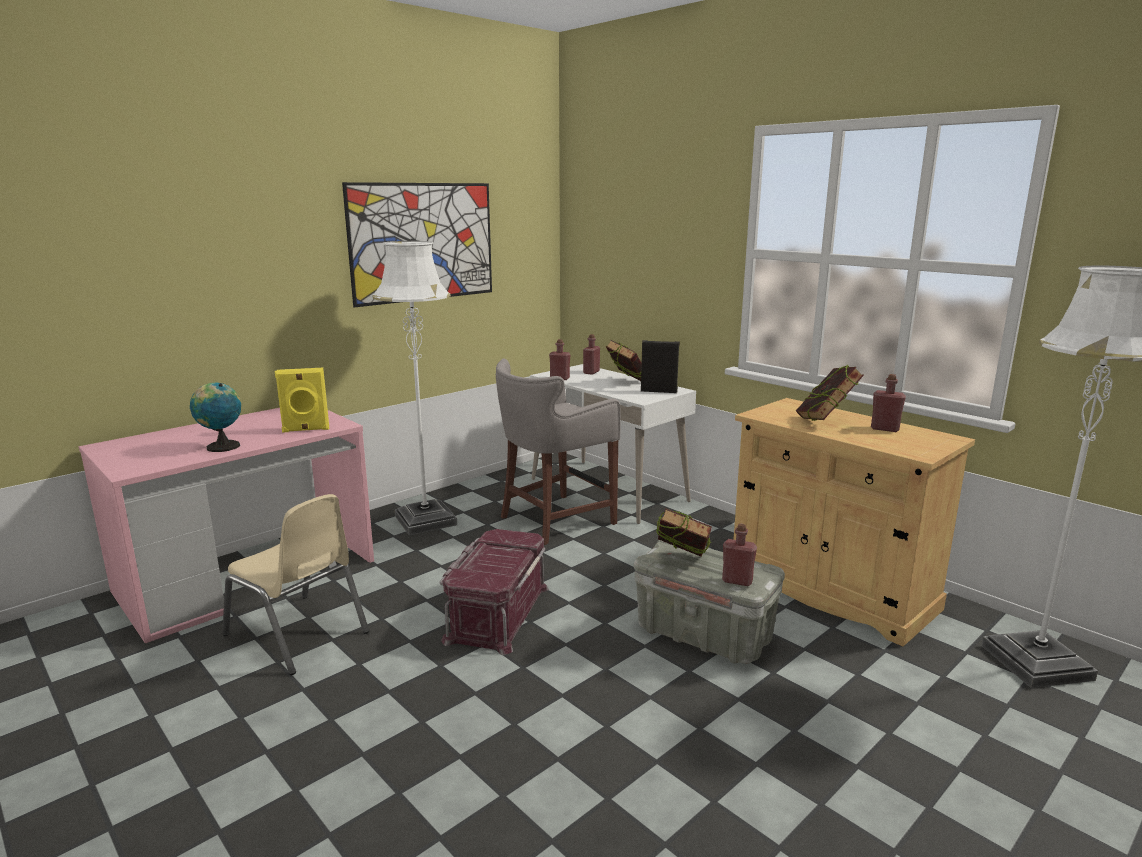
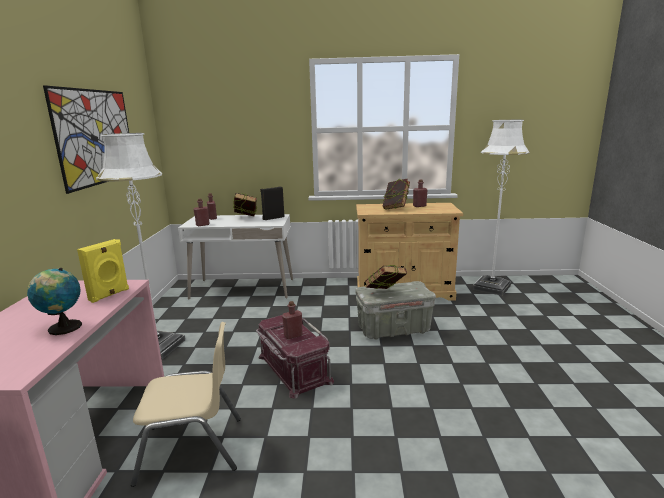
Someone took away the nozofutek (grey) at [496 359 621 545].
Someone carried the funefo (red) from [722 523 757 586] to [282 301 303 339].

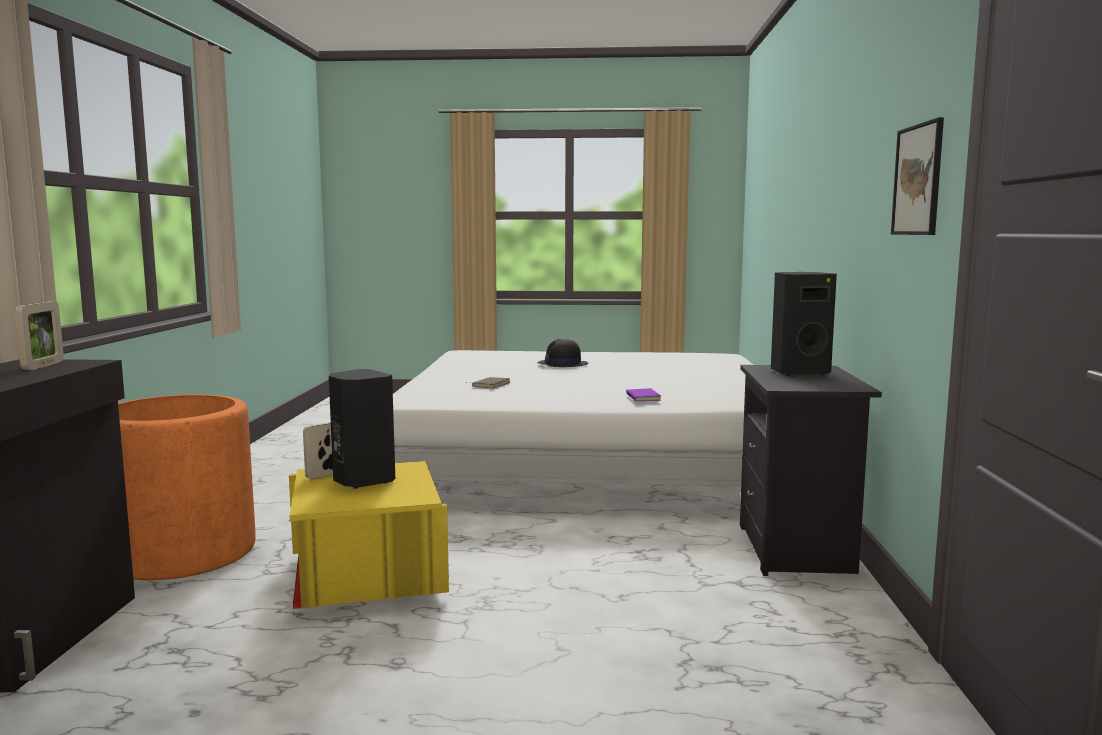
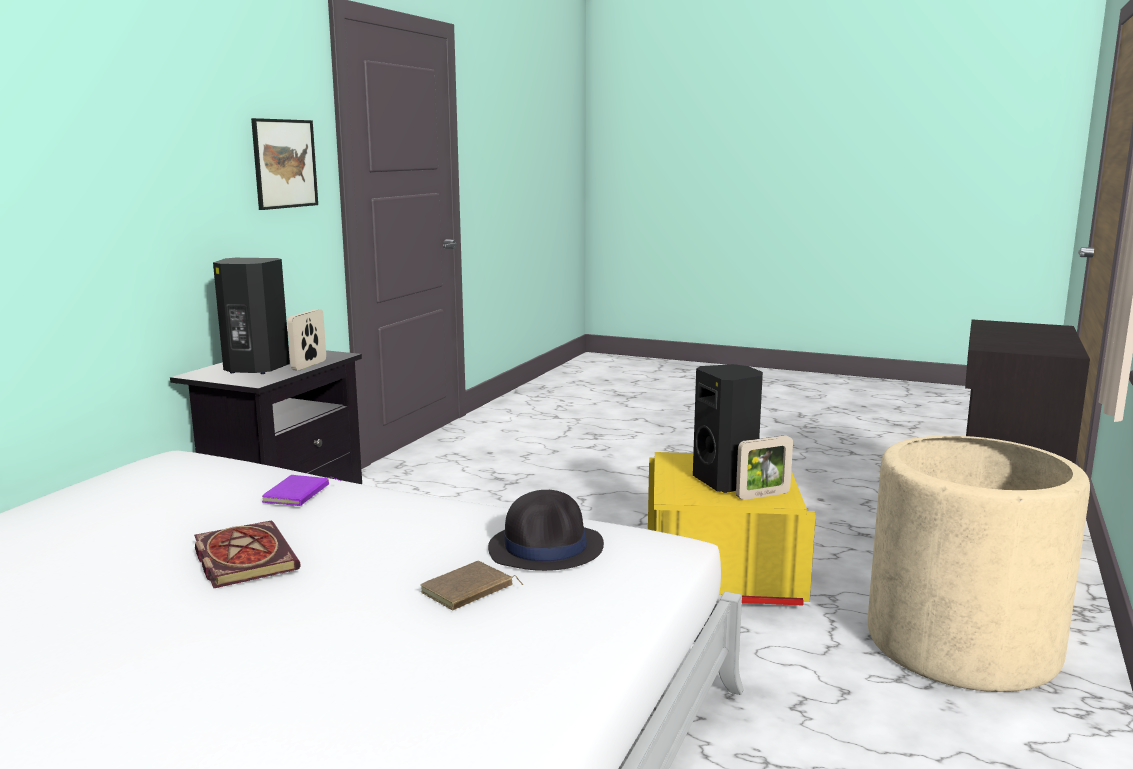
Someone put down the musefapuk at [194 520 300 588].
Someone carried the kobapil from [15 301 64 370] to [287 309 326 371].
Someone carried the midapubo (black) from [537 339 588 367] to [488 490 604 571].
Someone repainted the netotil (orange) at [118 395 256 580], which became the netotil (beige) at [868 436 1090 692].

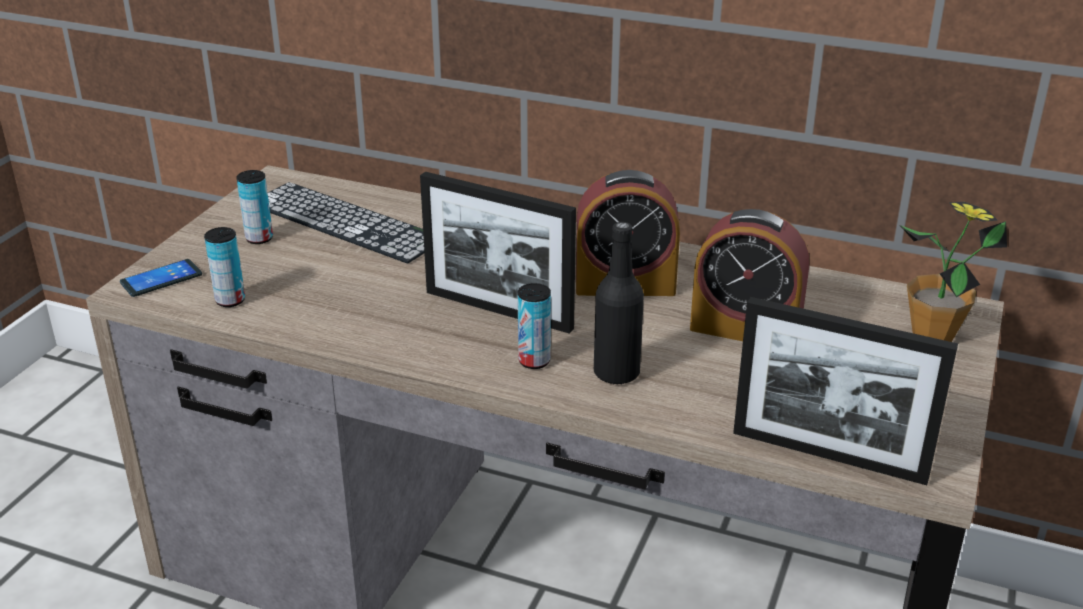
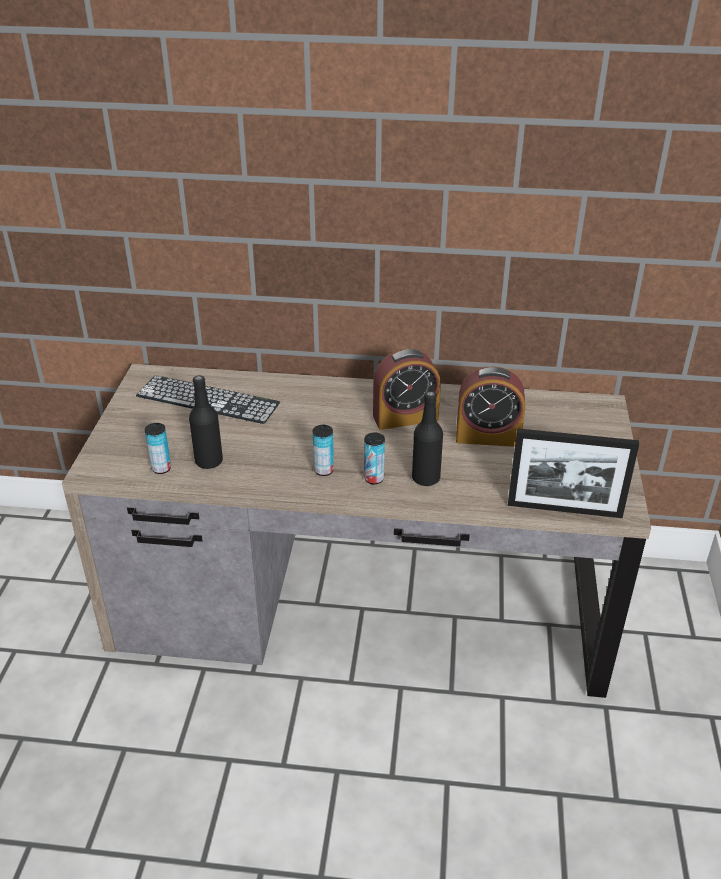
Someone took away the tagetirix at [120 259 202 297].
Someone took away the kobapil at [420 172 576 334].
Someone took away the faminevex at [900 202 1007 342].
Someone put down the funefo (black) at [189 375 223 469].
Someone carried the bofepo from [236 170 273 244] to [313 425 334 476].

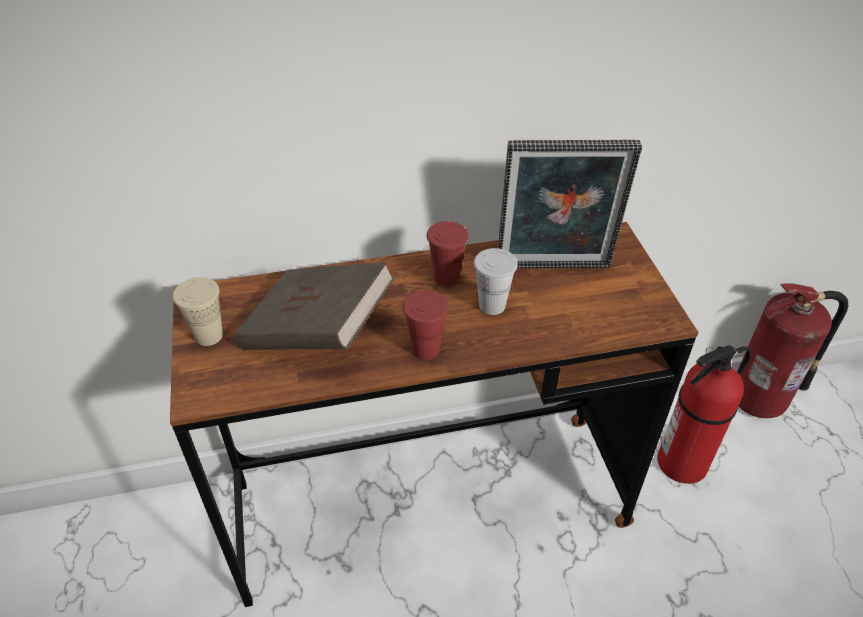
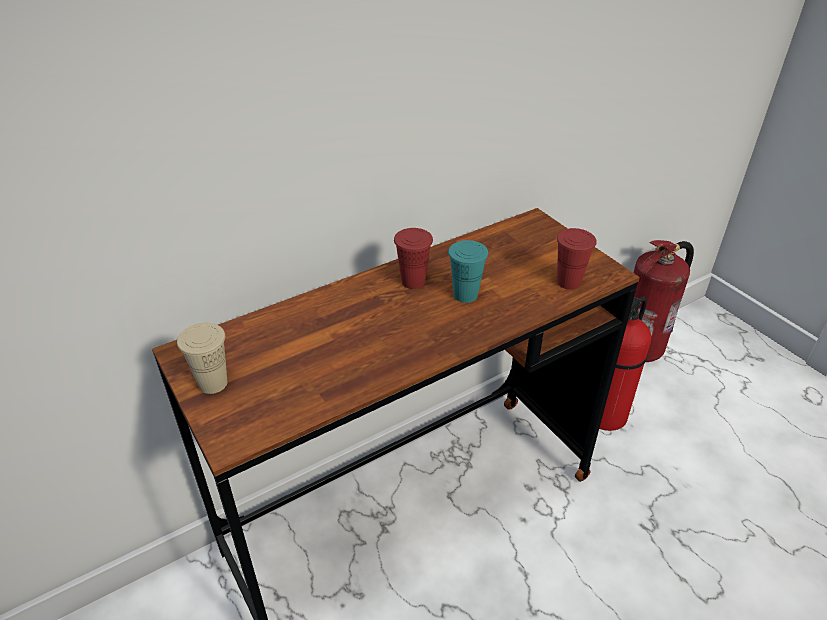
Someone took away the musefapuk (brown) at [234 262 395 350].
Someone took away the kobapil at [498 140 642 269].
Someone carried the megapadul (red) from [403 290 449 360] to [557 228 597 290].
Someone repainted the megapadul (white) at [474 248 518 315], which became the megapadul (turquoise) at [448 240 488 303].

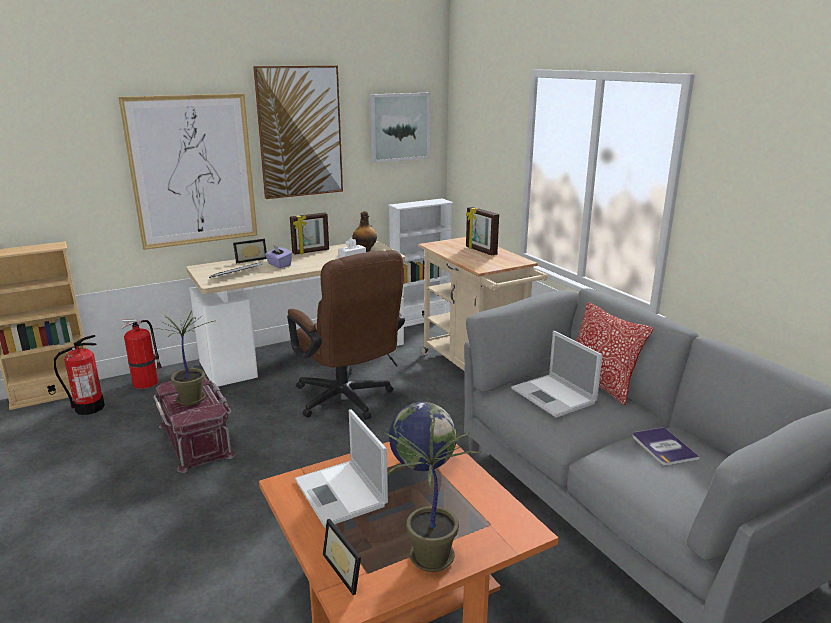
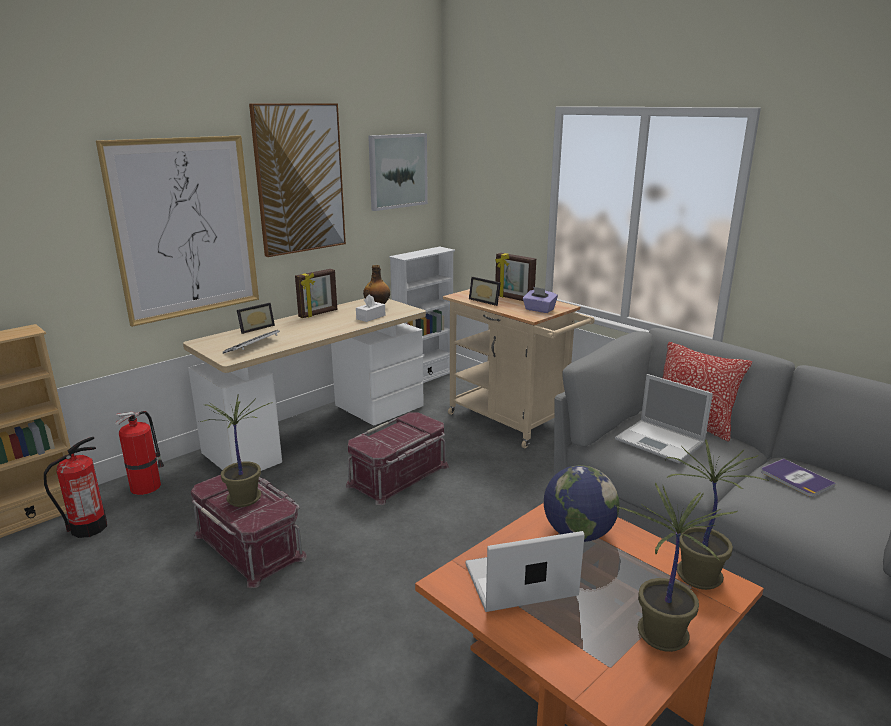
Someone put down the faminevex at [665 439 769 590].
Someone carried the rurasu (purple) from [265 245 292 268] to [523 287 558 313].
Someone carried the kobapil from [323 519 361 595] to [469 277 501 306].
Someone swapped the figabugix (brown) at [287 250 405 420] for the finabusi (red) at [346 412 449 505].
Someone rotated the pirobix at [295 410 388 528] by 120 degrees clockwise.

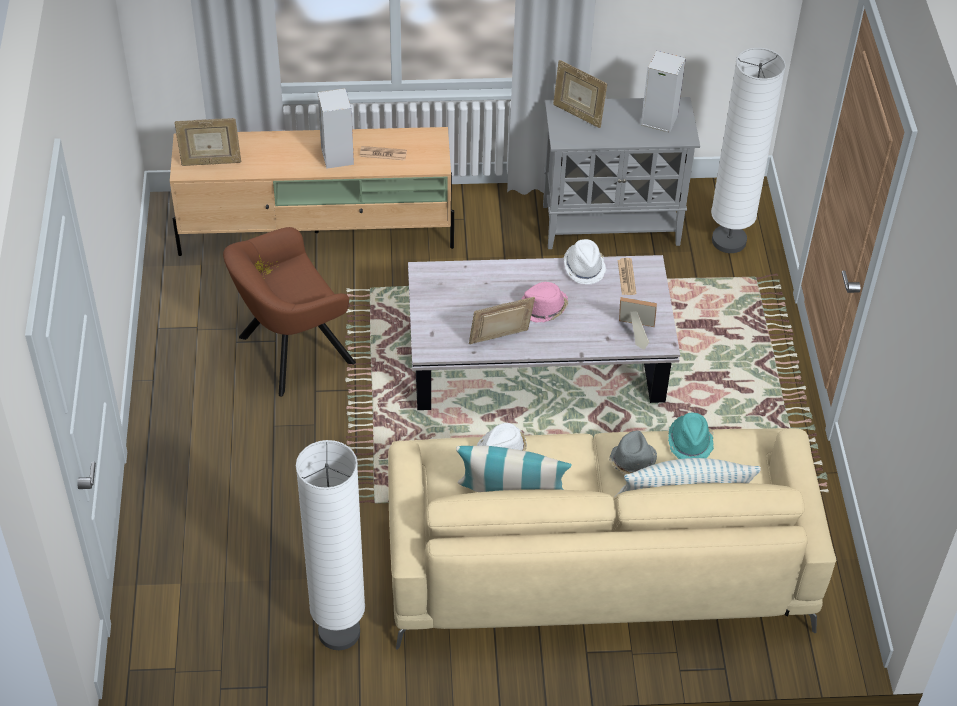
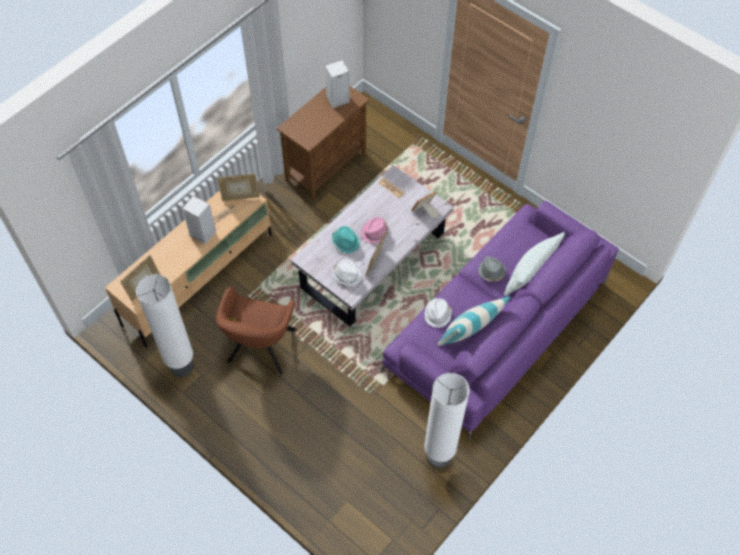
Someone carried the kobapil from [553 60 607 128] to [217 174 260 201].
Someone carried the midapubo (white) from [564 239 607 284] to [332 260 361 287].
Someone carried the midapubo (turquoise) from [668 413 714 459] to [332 226 360 253].
Someone carried the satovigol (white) from [711 48 786 253] to [136 274 194 377].
Someone repainted the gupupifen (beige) at [388 428 837 650], which became the gupupifen (purple) at [381 201 619 441].
Someone repainted the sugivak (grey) at [543 97 700 249], which became the sugivak (brown) at [276 86 370 201].

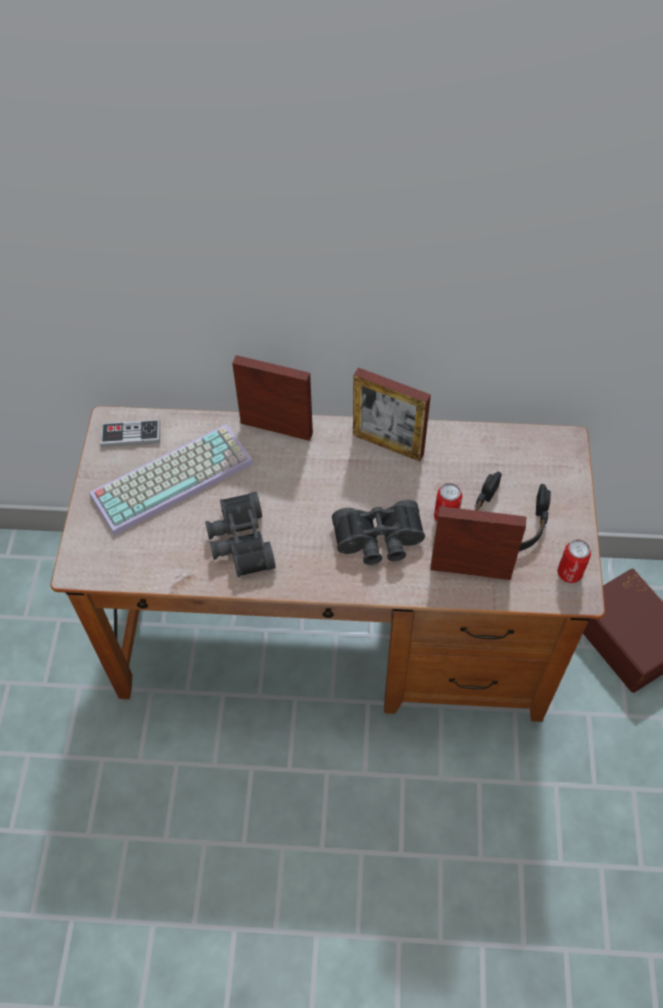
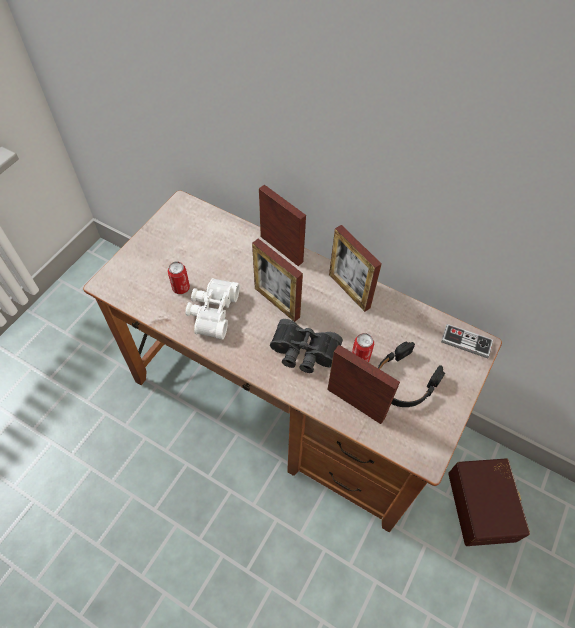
Someone took away the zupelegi at [89 424 254 536].
Someone put down the kobapil at [252 238 303 322].
Someone carried the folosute from [100 420 160 447] to [441 324 493 358].
Someone carried the bofepo from [557 539 591 583] to [167 262 190 294].
Someone repainted the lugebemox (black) at [205 492 276 577], which became the lugebemox (white) at [186 278 240 340].

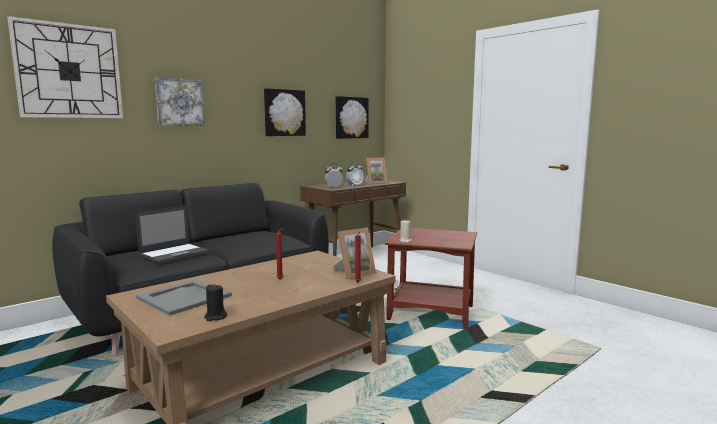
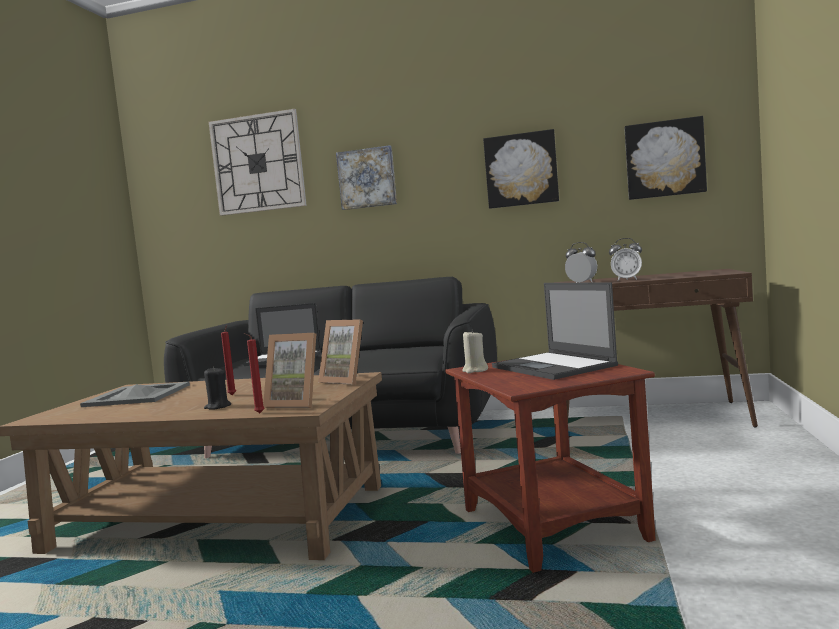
Someone put down the pirobix at [492 282 618 380].
Someone carried the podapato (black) from [204 284 227 321] to [204 367 231 410].
Someone carried the kobapil from [364 157 387 184] to [318 319 363 385].

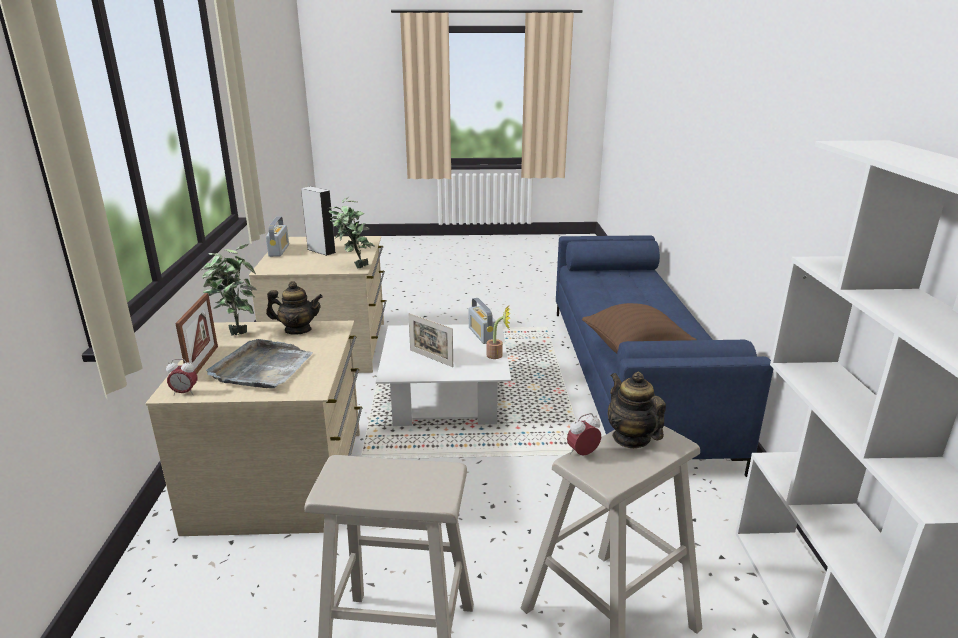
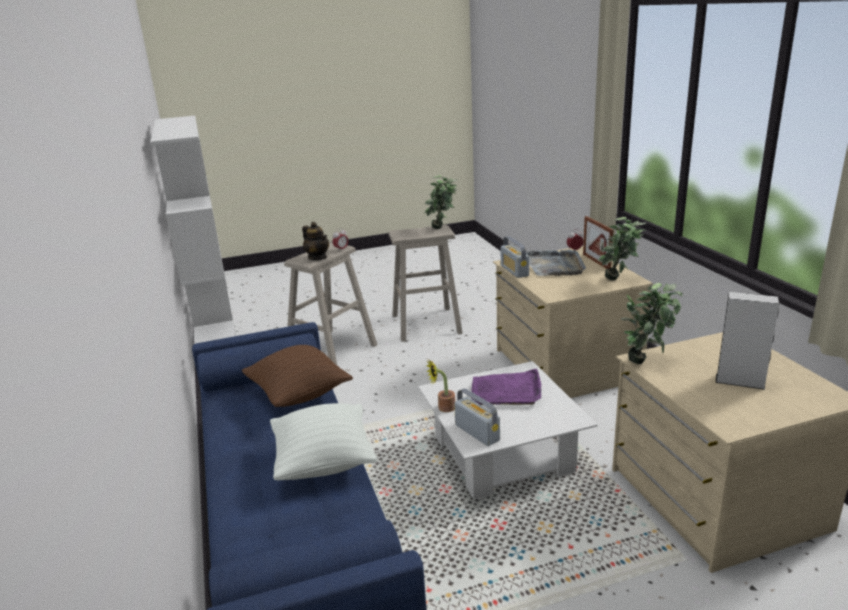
Someone took away the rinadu at [266 281 323 335].
Someone put down the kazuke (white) at [270 403 377 480].
Someone put down the faminevex at [424 175 458 229].
Someone carried the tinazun from [266 216 289 257] to [501 236 529 278].
Someone swapped the kobapil at [408 313 453 367] for the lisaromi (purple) at [471 369 541 405].

